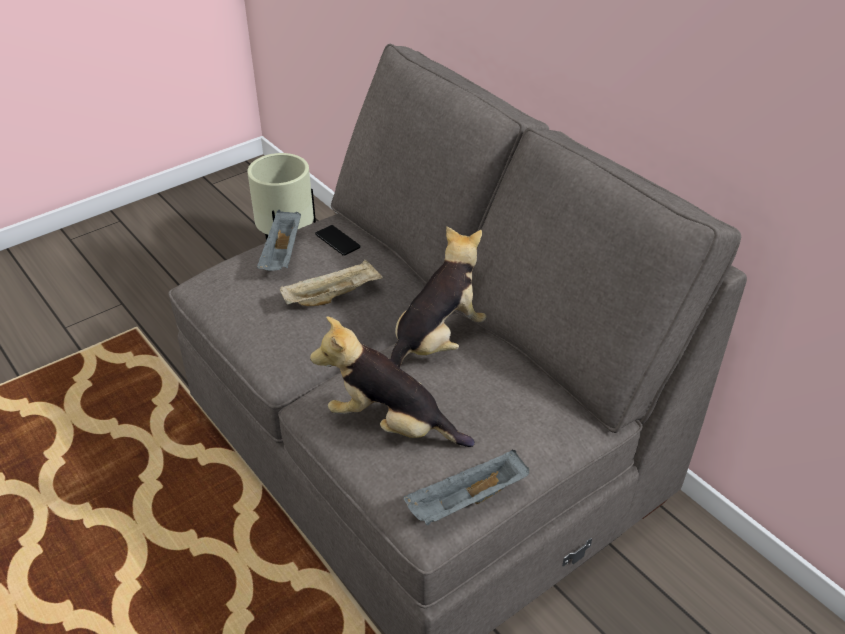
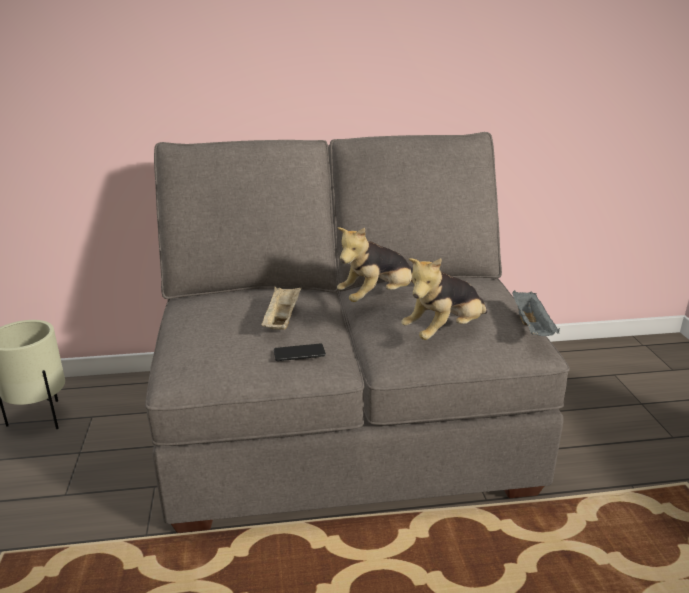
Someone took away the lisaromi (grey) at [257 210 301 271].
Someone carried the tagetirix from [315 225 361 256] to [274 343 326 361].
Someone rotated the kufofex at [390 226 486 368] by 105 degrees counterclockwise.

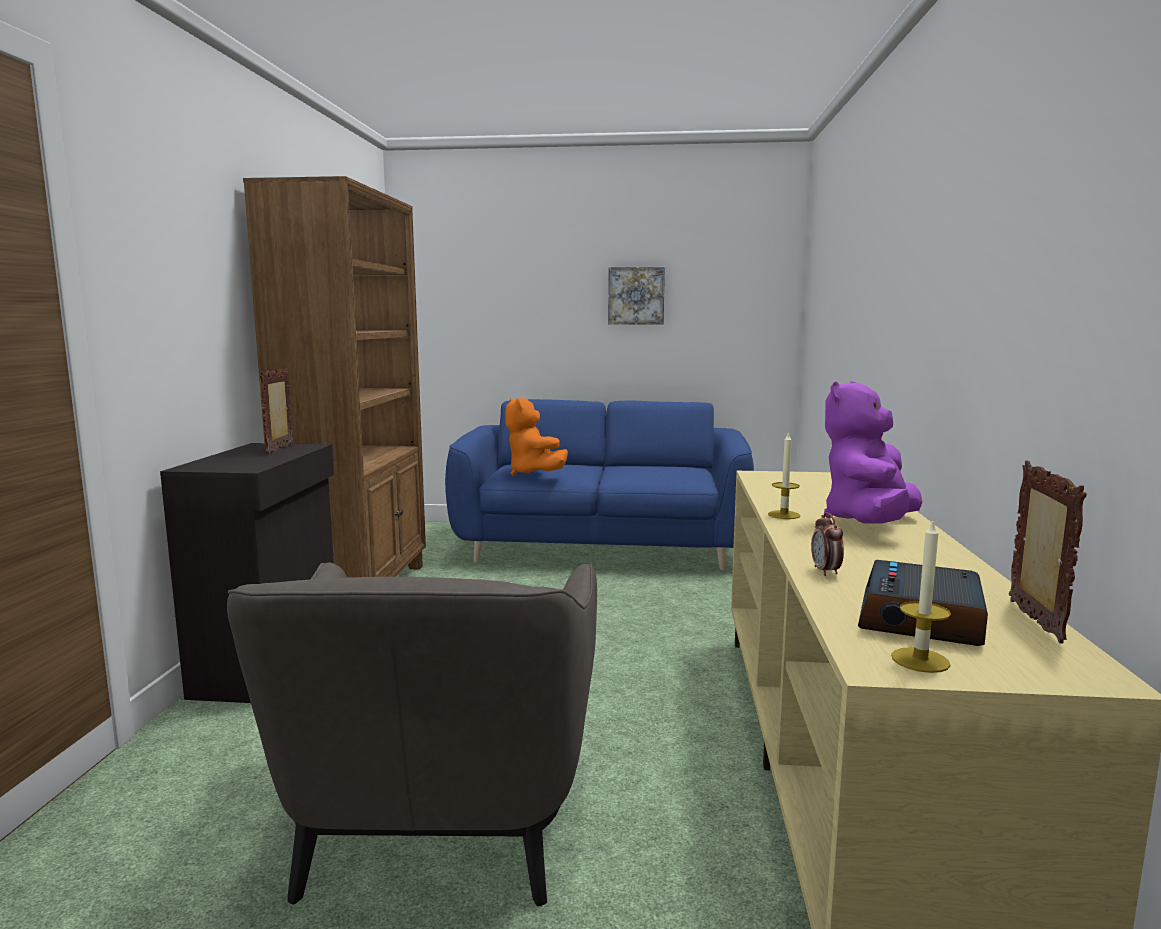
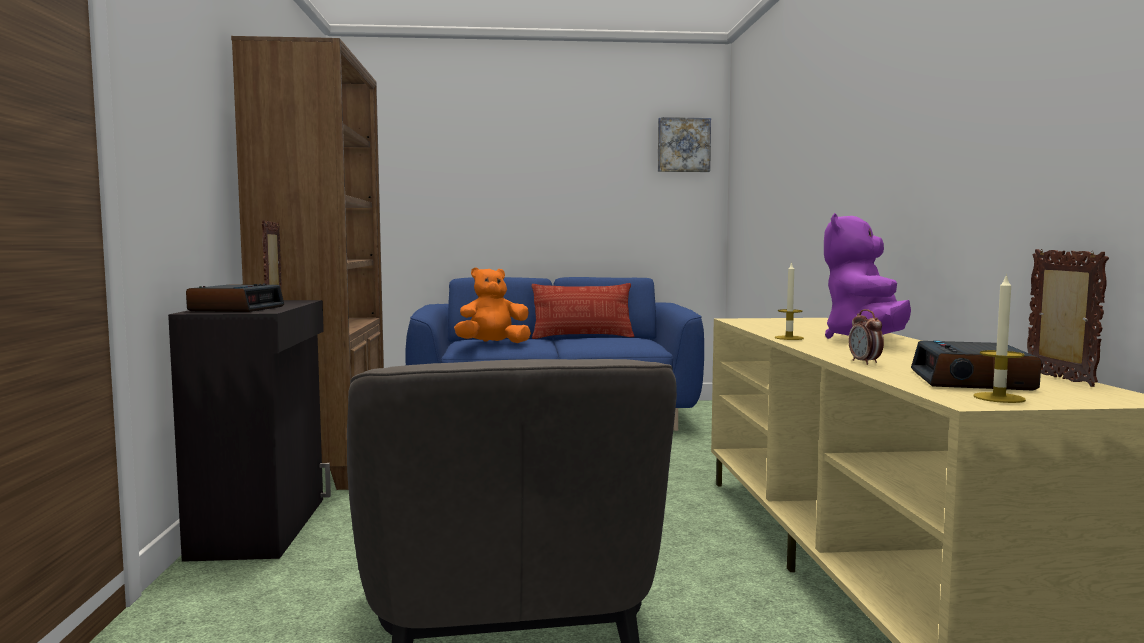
Someone put down the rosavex at [186 283 284 312].
Someone put down the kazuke at [531 283 635 339].
Someone carried the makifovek from [608 267 665 325] to [658 117 711 172].
Someone rotated the kufofex (orange) at [505 398 568 476] by 105 degrees clockwise.

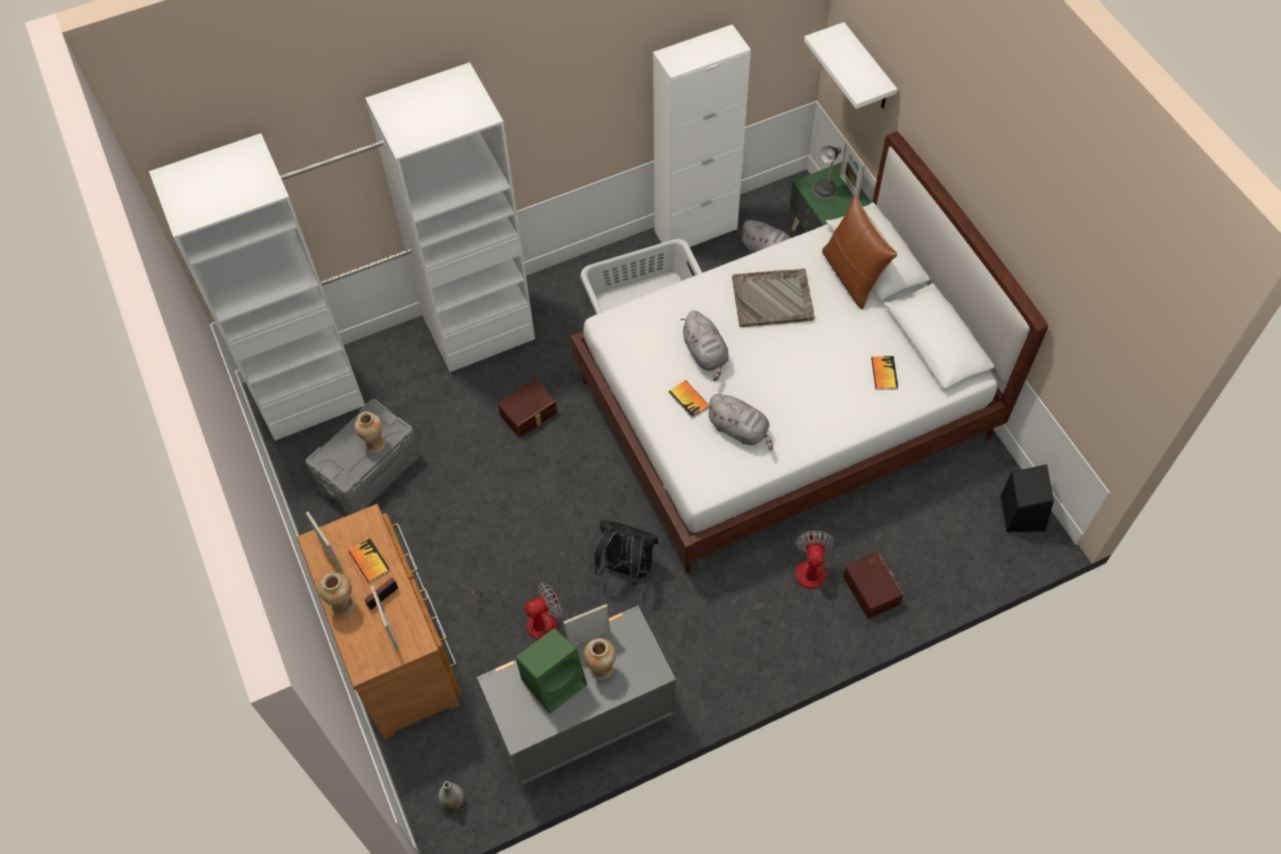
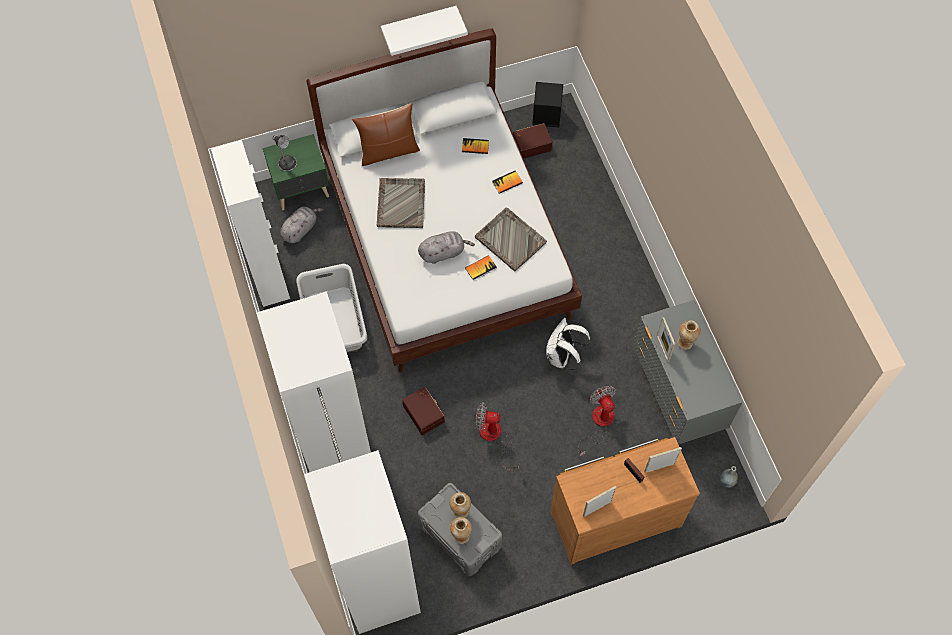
Someone took away the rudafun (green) at [516 628 587 714].
Someone took away the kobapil at [840 141 865 199].
Someone carried the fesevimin from [319 573 355 617] to [450 517 472 544].
Someone carried the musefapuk from [349 538 391 583] to [492 171 523 194].
Someone carried the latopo from [754 531 835 608] to [476 402 519 471].
Someone carried the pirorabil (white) from [804 22 897 109] to [381 6 468 56].
Someone carried the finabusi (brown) from [843 552 904 619] to [513 123 553 159].
Someone swapped the kufofex (grey) at [705 394 773 451] for the lisaromi (grey) at [475 208 547 271].
Someone repainted the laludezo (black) at [594 520 659 585], which became the laludezo (white) at [546 318 591 370].

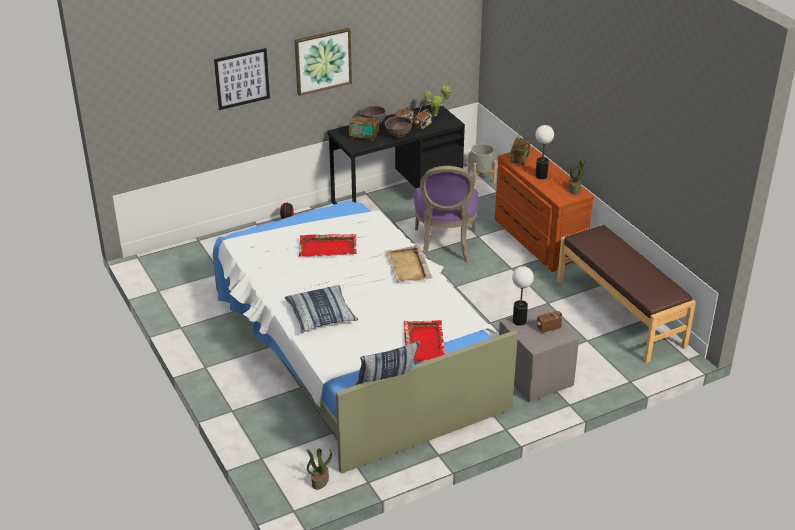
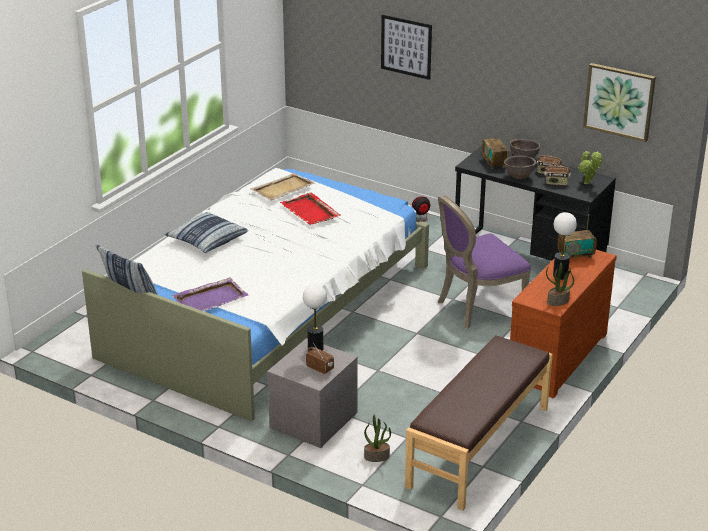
Someone took away the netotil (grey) at [468 144 497 186].
Someone carried the makifovek from [294 28 352 96] to [583 63 656 142].
Someone carried the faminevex from [307 449 332 490] to [364 414 391 462].
Someone carried the lisaromi (beige) from [385 246 432 283] to [250 173 315 201].
Someone repainted the lisaromi (red) at [404 320 445 362], which became the lisaromi (purple) at [172 277 248 311].

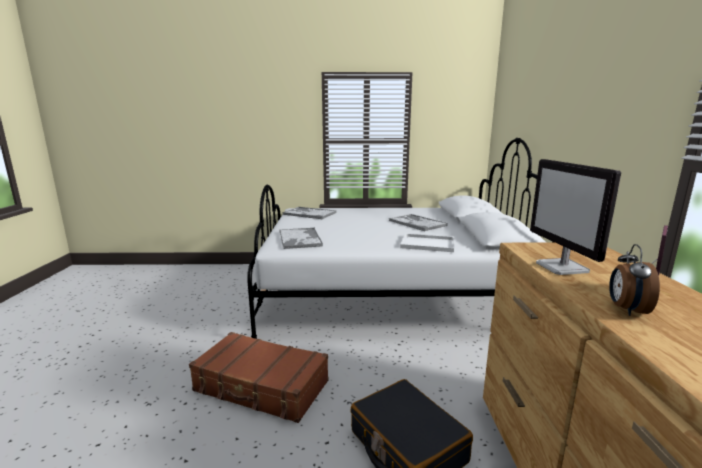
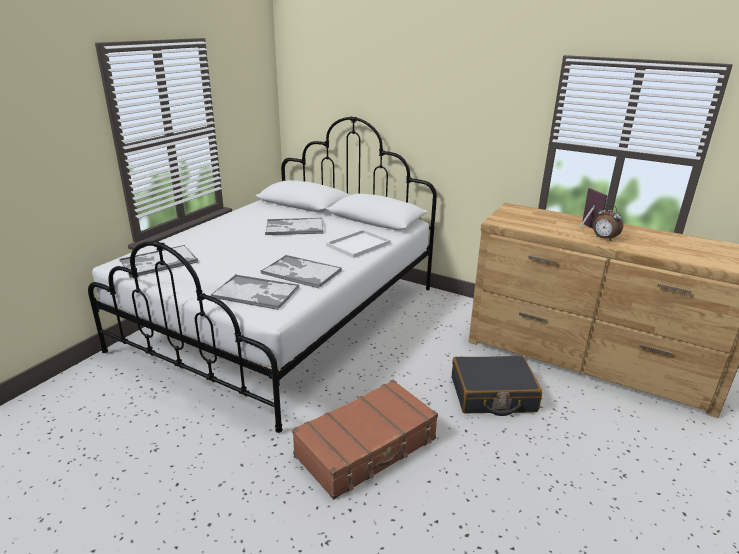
Someone took away the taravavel at [530 159 621 275].
Someone put down the lisaromi at [261 255 342 288].

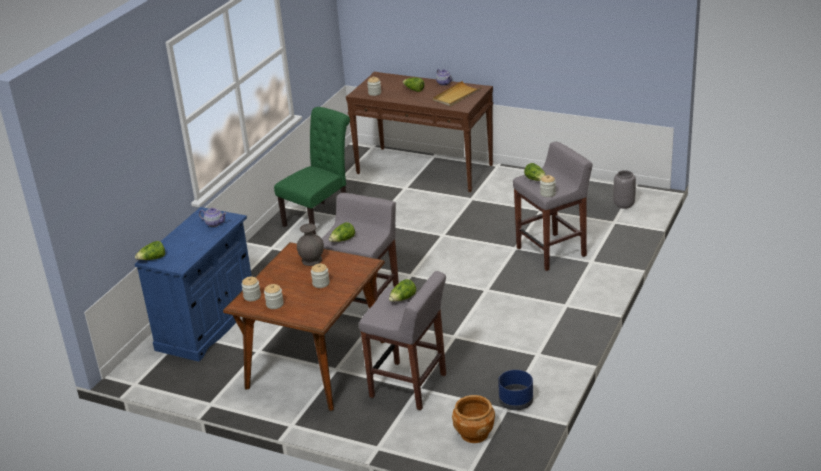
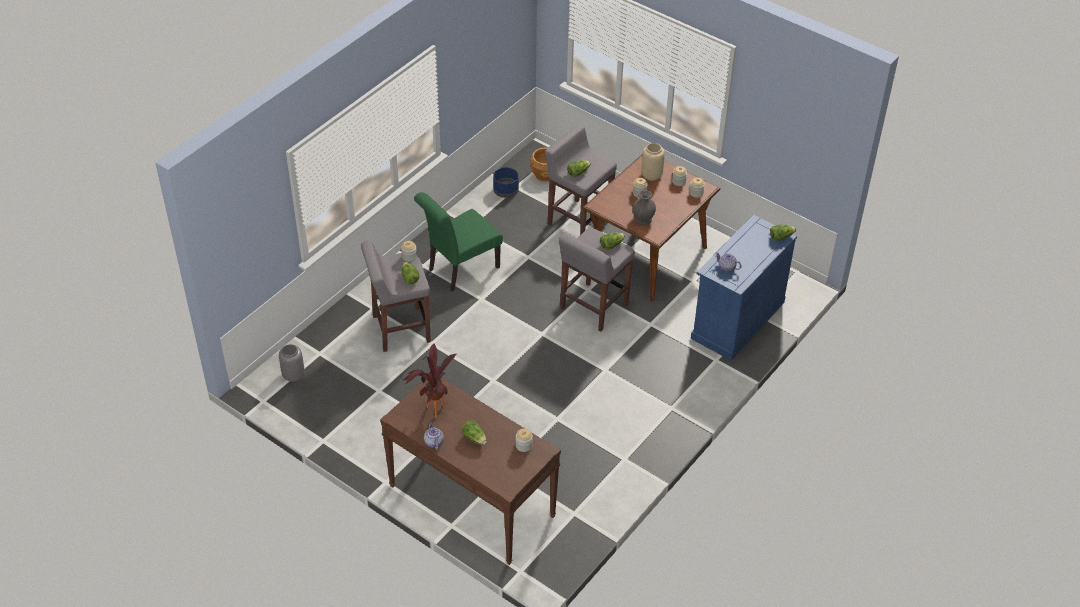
Someone put down the fesevimin (beige) at [641 143 665 181].
Someone carried the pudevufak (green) from [274 107 350 234] to [414 192 503 291].
Someone swapped the lisaromi (beige) at [433 81 482 106] for the faminevex at [402 343 457 418].

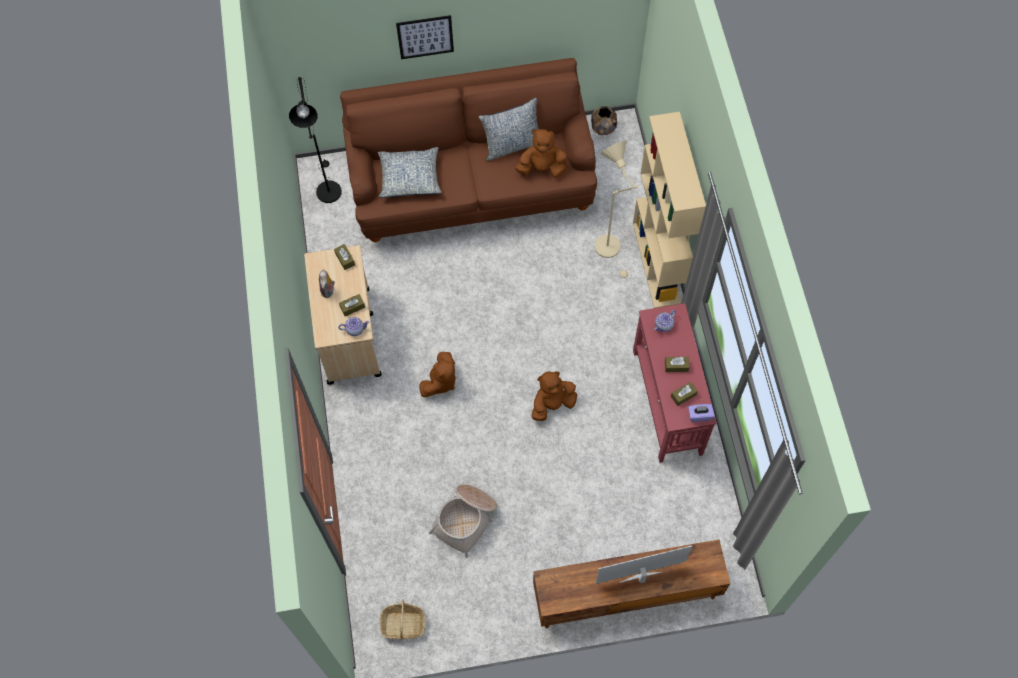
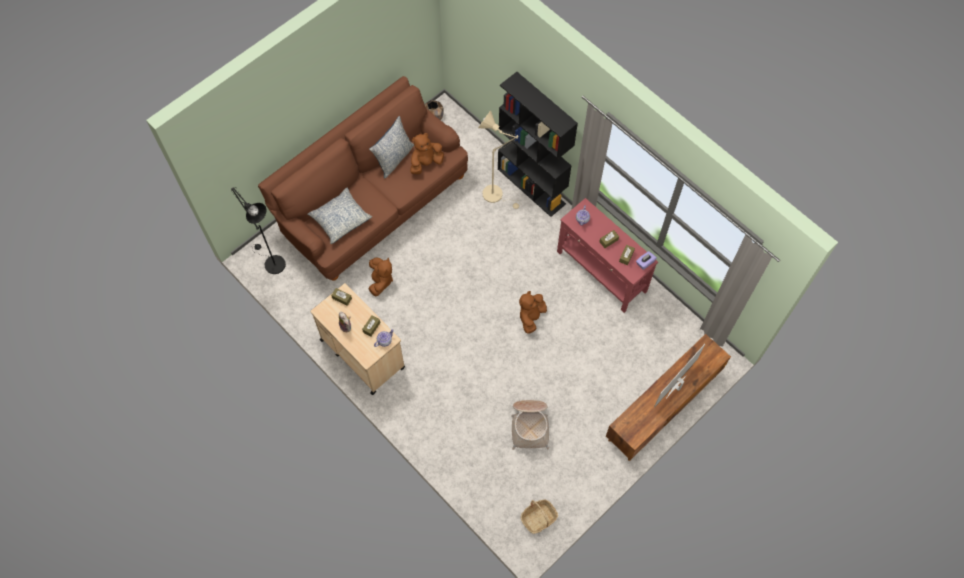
Someone took away the makifovek at [396 15 454 59].
Someone carried the kufofex (brown) from [419 352 455 397] to [369 257 393 296].
Someone repainted the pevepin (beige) at [633 112 706 308], which became the pevepin (black) at [498 72 578 217].

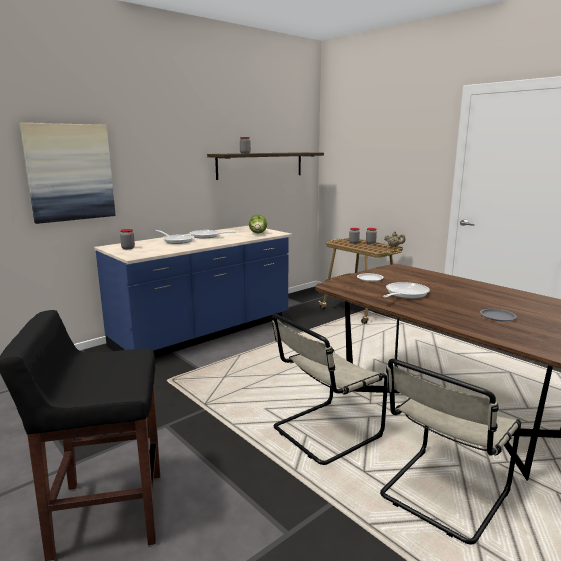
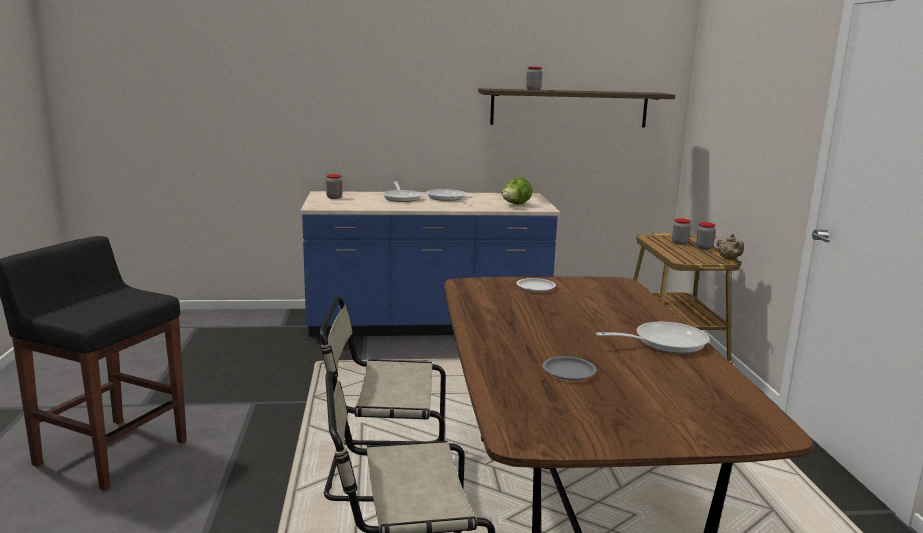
Someone took away the makifovek at [20 123 116 224].
Someone carried the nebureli from [383 282 430 299] to [596 322 709 354].

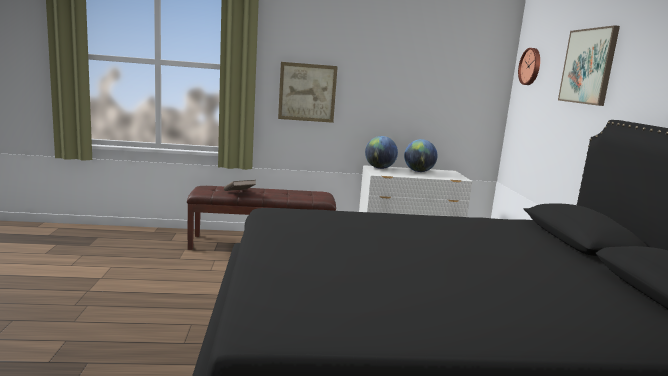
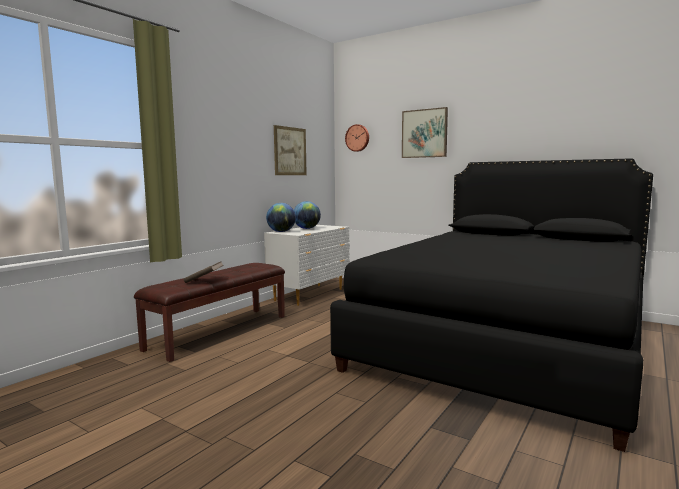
Someone carried the makifovek from [278 62 338 123] to [274 125 307 175].

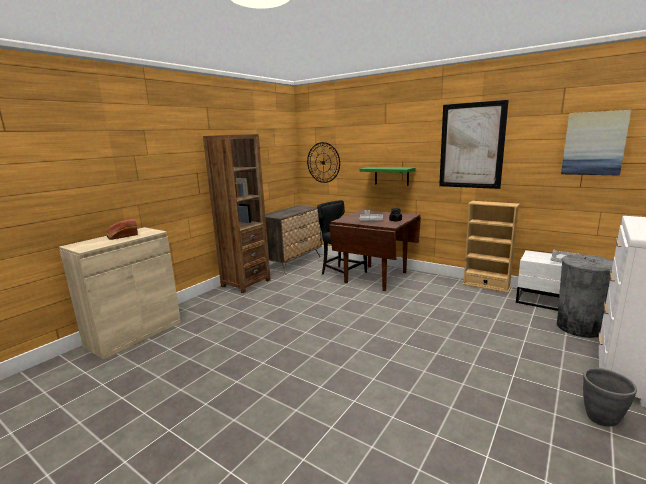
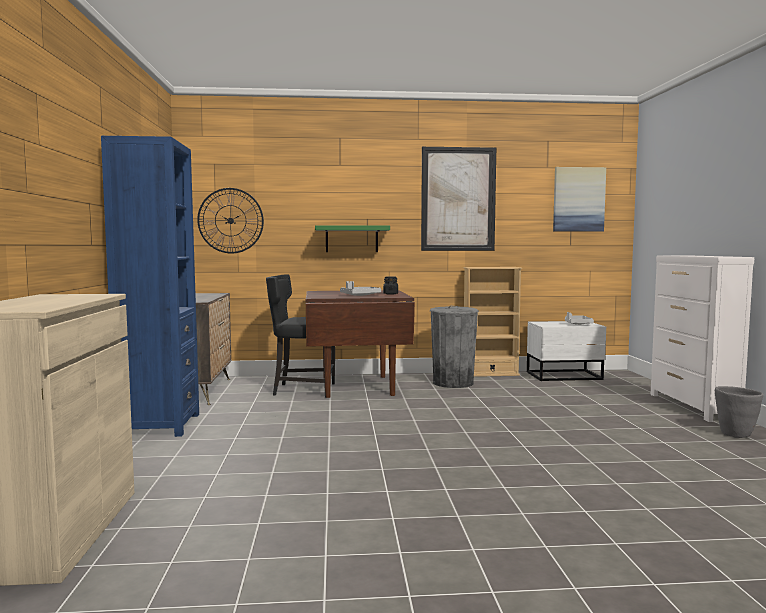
Someone took away the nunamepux at [106 219 138 240].
Someone carried the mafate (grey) from [557 254 613 338] to [430 306 479 388].
Someone repainted the pevepin (brown) at [203 134 271 293], which became the pevepin (blue) at [101 136 199 437].

